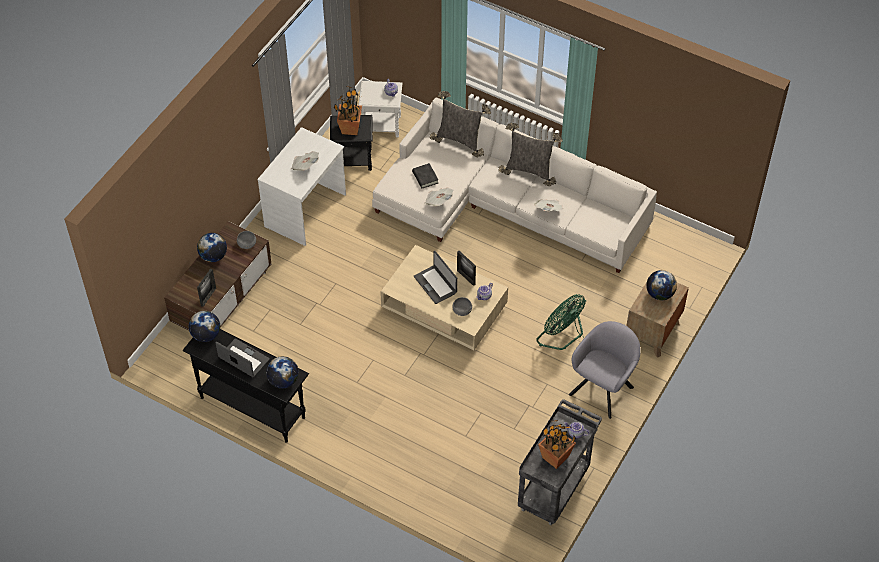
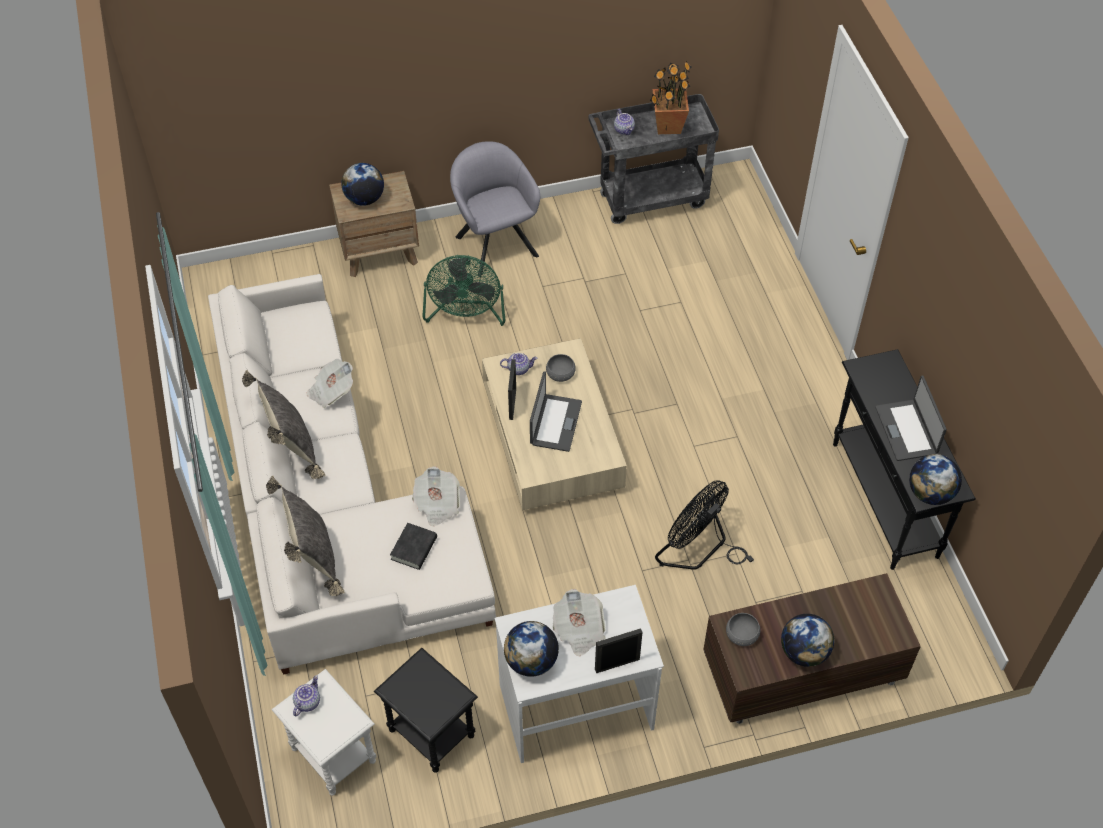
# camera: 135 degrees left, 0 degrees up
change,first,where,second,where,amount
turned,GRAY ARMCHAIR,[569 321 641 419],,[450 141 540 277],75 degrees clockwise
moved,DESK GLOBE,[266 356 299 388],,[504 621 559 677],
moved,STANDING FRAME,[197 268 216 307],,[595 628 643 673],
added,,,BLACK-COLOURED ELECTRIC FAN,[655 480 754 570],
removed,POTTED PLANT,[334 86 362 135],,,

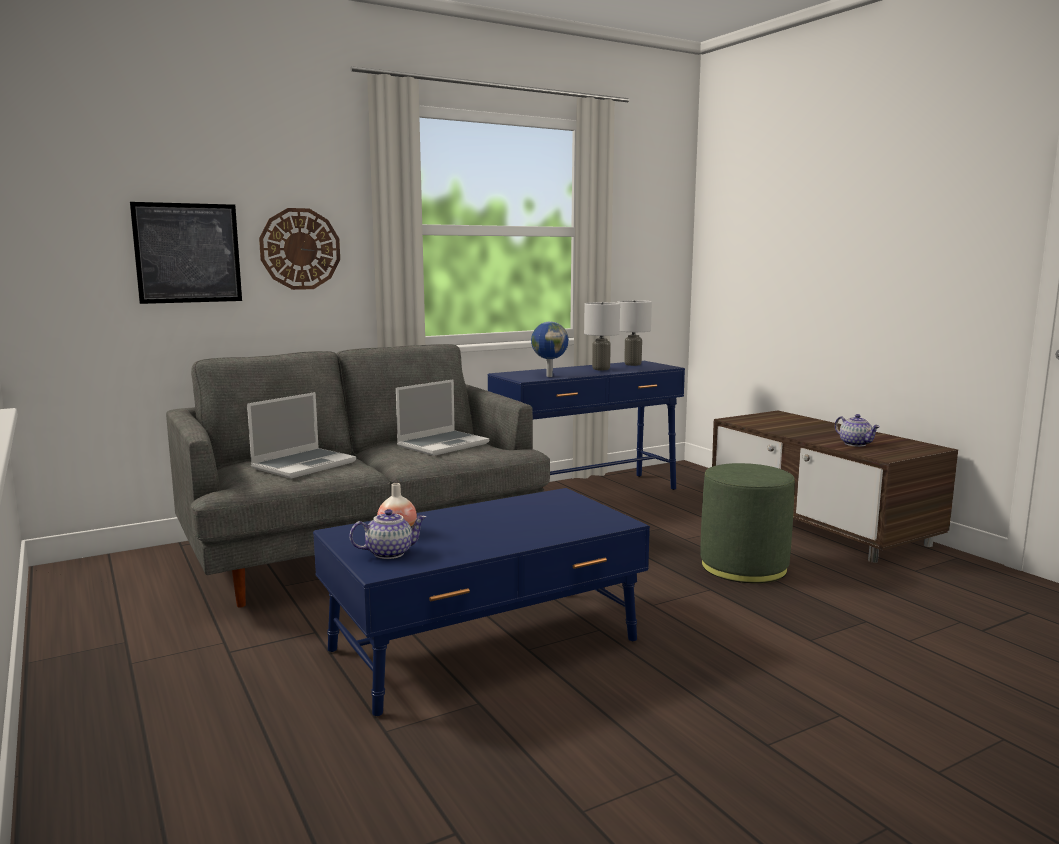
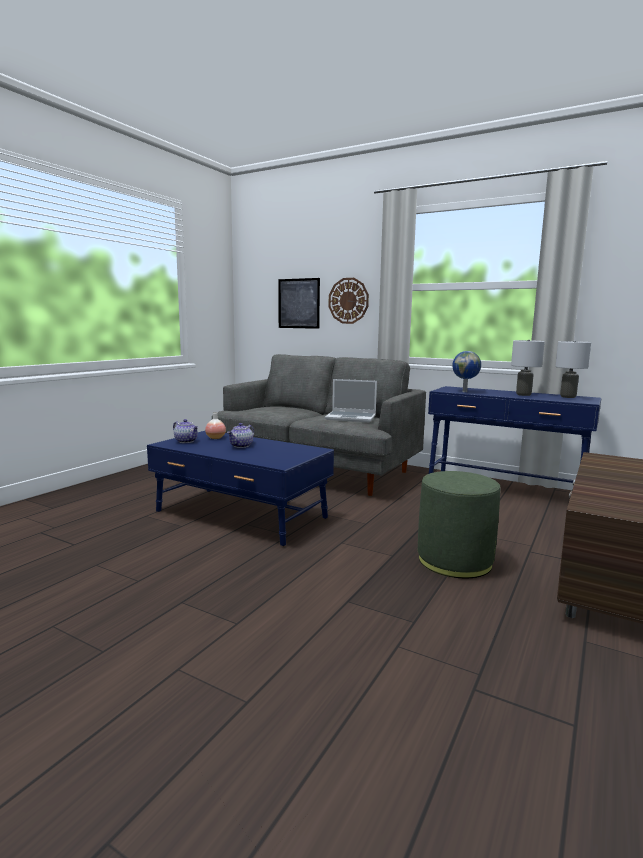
# camera: 60 degrees right, 0 degrees up
change,first,where,second,where,amount
moved,TEAPOT,[835 414 880 447],,[227 423 254 448],
removed,LAPTOP,[247 392 356 479],,,

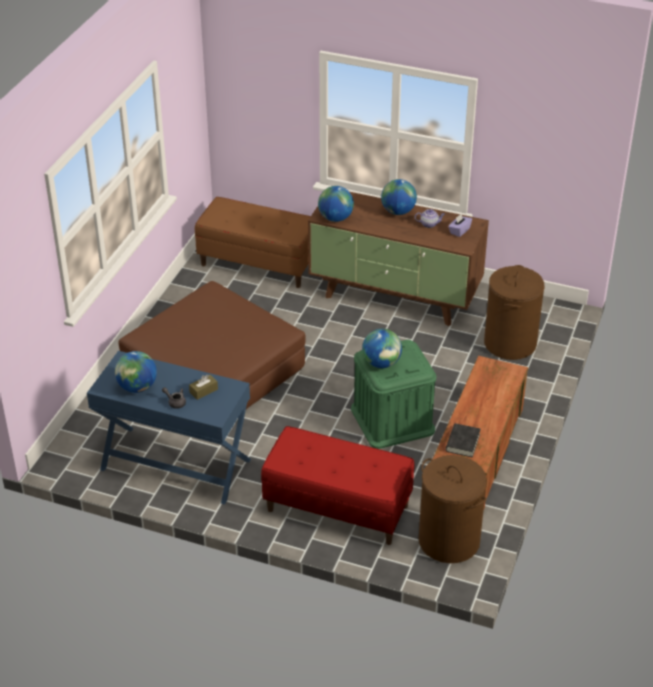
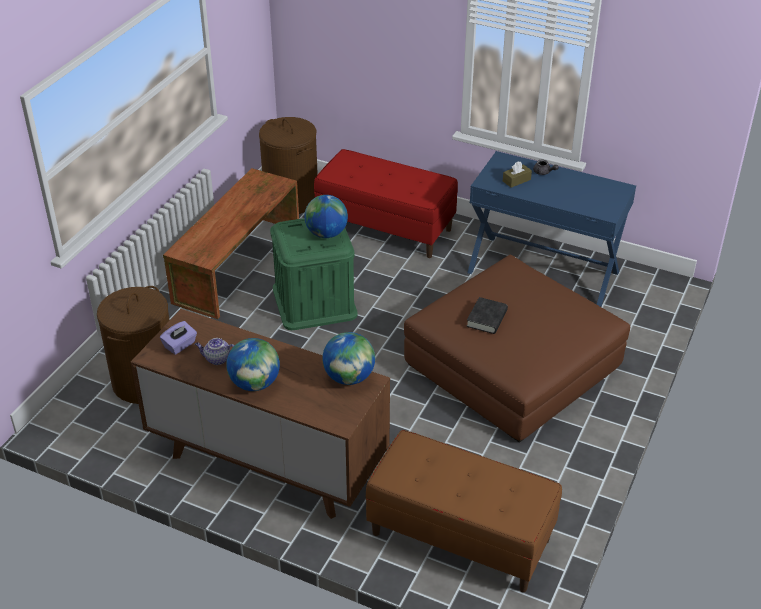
# camera: 175 degrees left, 0 degrees up
change,first,where,second,where,amount
moved,BLACK-COLOURED BOOK,[446 423 481 457],,[466 297 508 334],
removed,DESK GLOBE,[115 351 157 393],,,

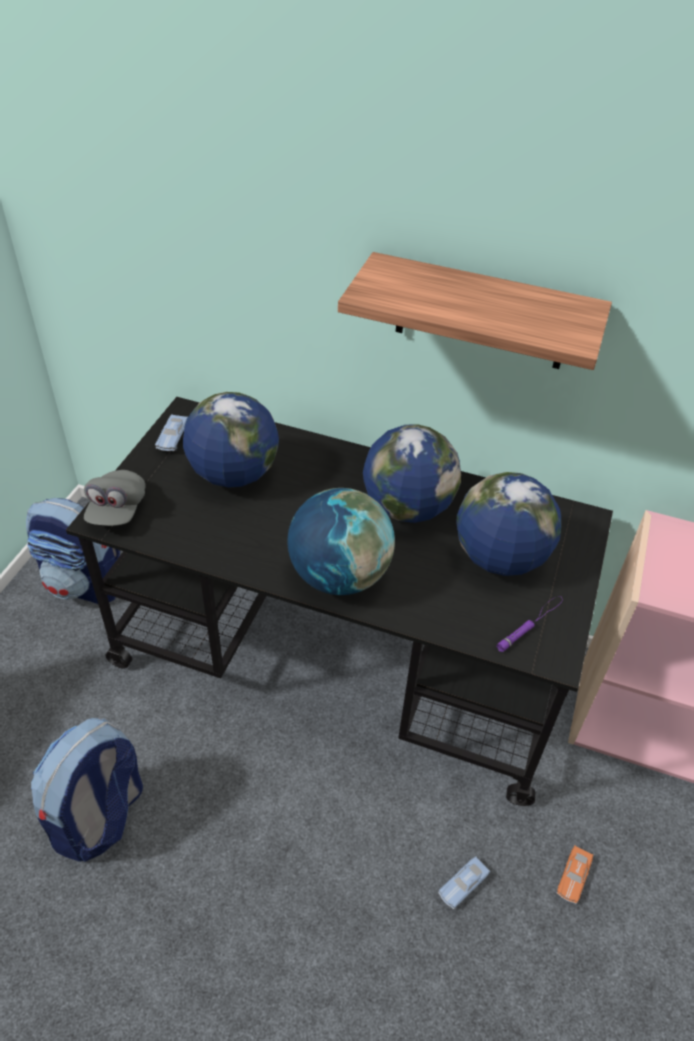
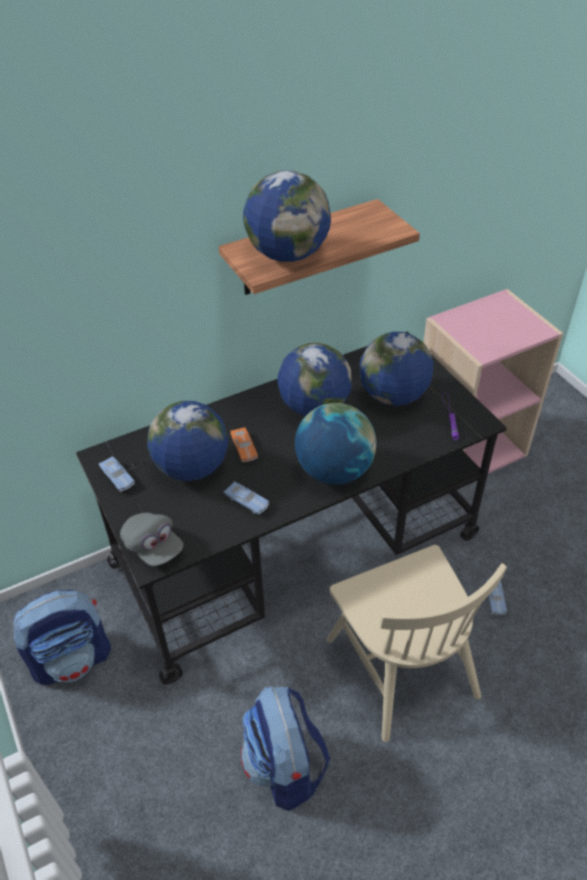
# camera: 45 degrees left, 0 degrees up
change,first,where,second,where,amount
added,,,BLUE-COLOURED TOY CAR,[223 482 269 515],
moved,ORANGE TOY CAR,[557 845 593 904],,[230 427 258 462],
added,,,DESK GLOBE,[243 170 331 262],
added,,,SAND-COLOURED UPRIGHT CHAIR,[327 545 507 742],

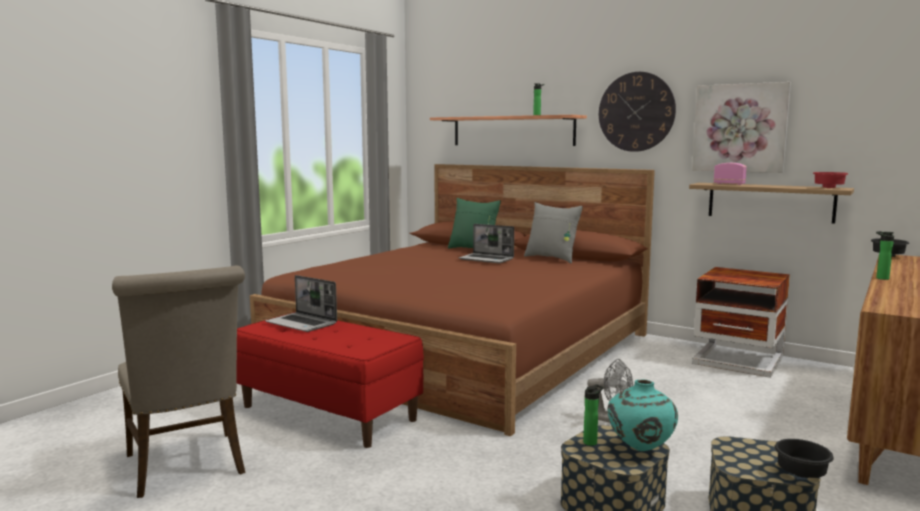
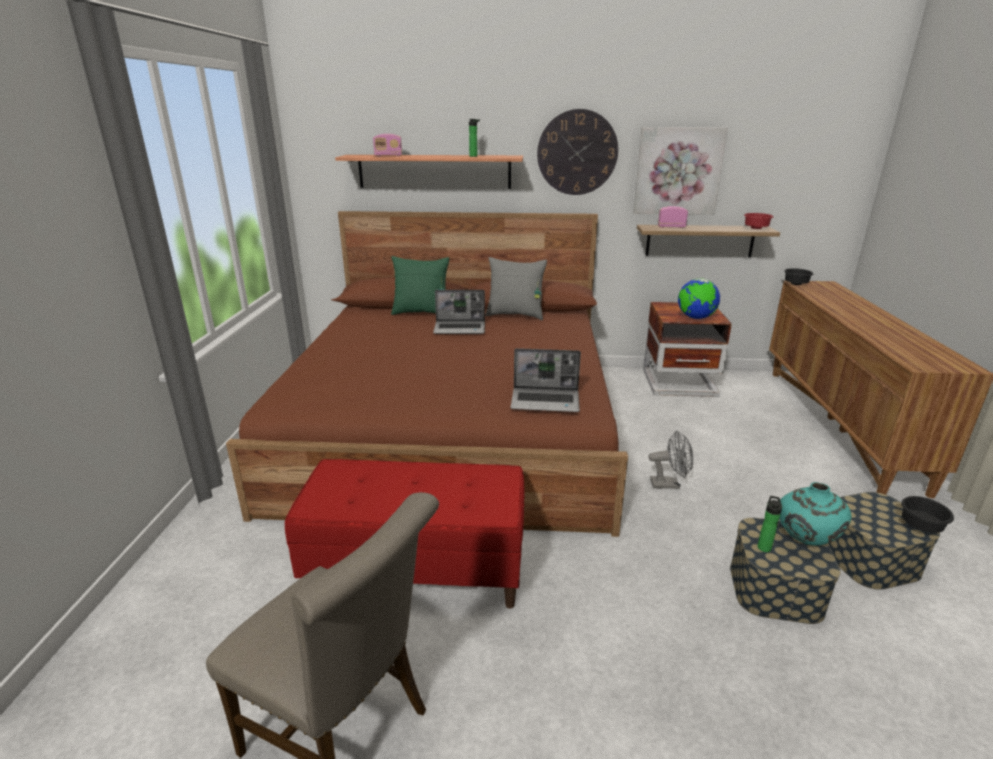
# camera: 30 degrees left, 15 degrees up
change,first,where,second,where,amount
added,,,RADIO RECEIVER,[373 134 402 157],
moved,LAPTOP,[265 275 337 332],,[511 348 581 412],
added,,,DESK GLOBE,[678 278 720 319],
removed,BOTTLE,[876 231 894 280],,,

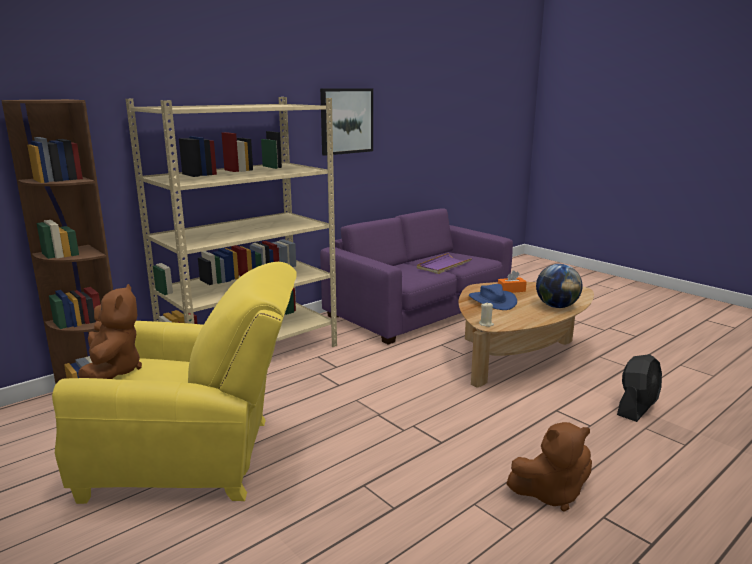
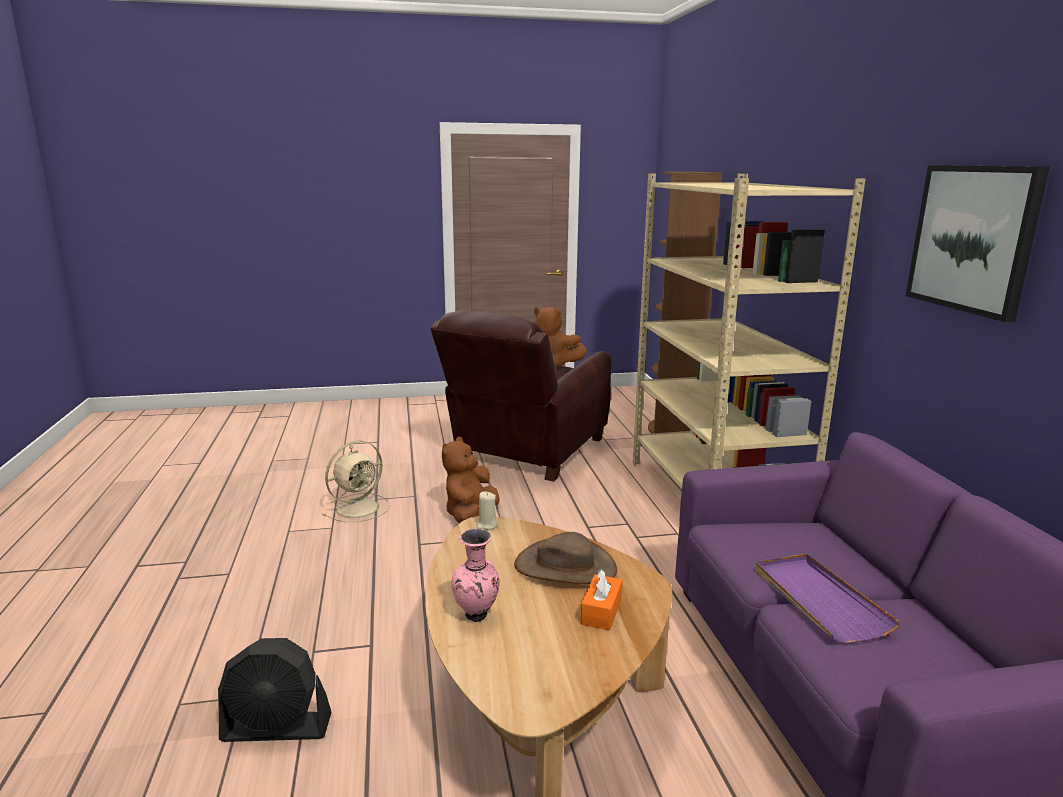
# camera: 120 degrees right, 0 degrees up
change,first,where,second,where,amount
turned,BLACK-COLOURED ELECTRIC FAN,[617 354 662 422],,[218 638 332 742],75 degrees counterclockwise
added,,,SAND-COLOURED ELECTRIC FAN,[322 440 390 522],
recoloured,YELLOW ARMCHAIR,[52 262 296 504],BROWN-COLOURED ARMCHAIR,[430 311 612 482],
moved,BROWN-COLOURED CUDDLY TOY,[506 422 592 512],,[442 437 500 523],
replaced,DESK GLOBE,[536 264 583 308],PINKISH DECORATIVE VASE,[451 529 500 622],
recoloured,BLUE-COLOURED HAT,[469 284 517 310],BROWN-COLOURED HAT,[514 532 617 584],

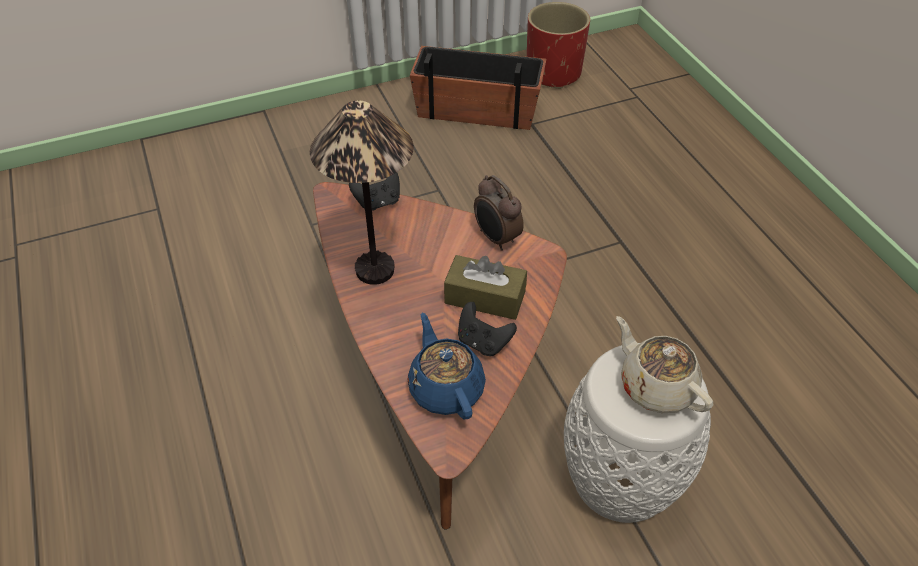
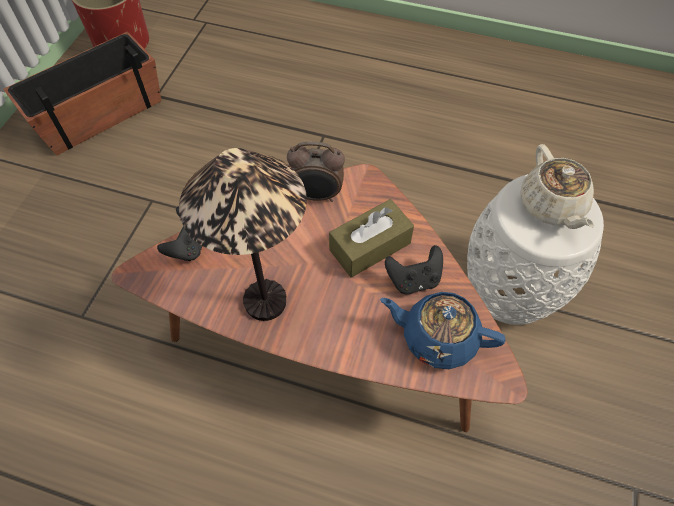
# camera: 50 degrees left, 10 degrees up
change,first,where,second,where,amount
turned,SAND-COLOURED TEAPOT,[616 316 713 413],,[520 144 594 229],105 degrees counterclockwise

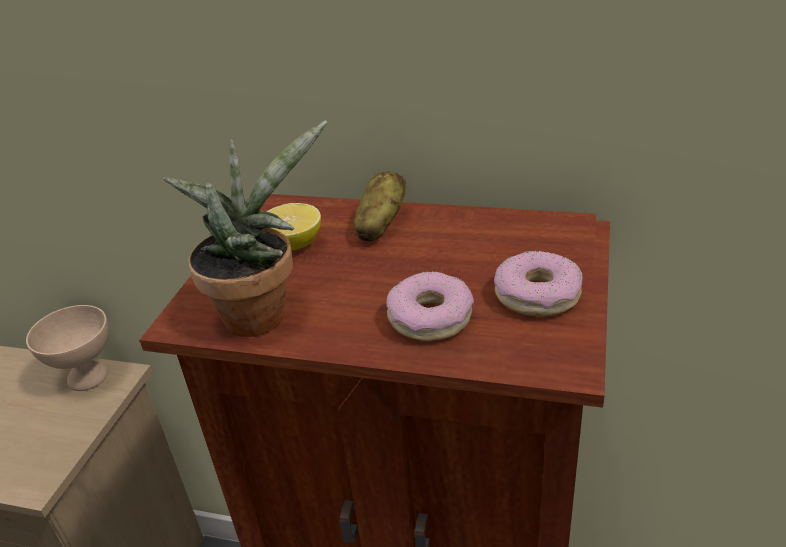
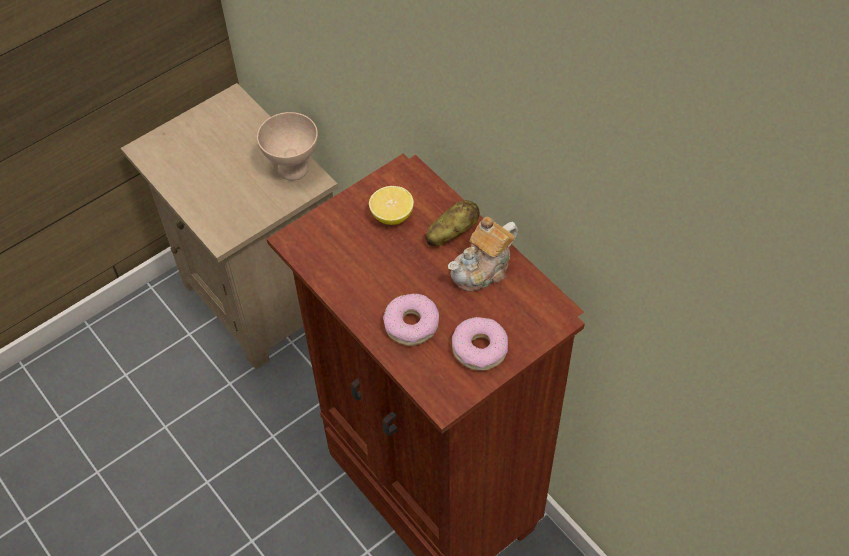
# camera: 35 degrees right, 20 degrees up
change,first,where,second,where,amount
added,,,TEAPOT,[448 217 518 292],
removed,POTTED PLANT,[163 121 327 337],,,

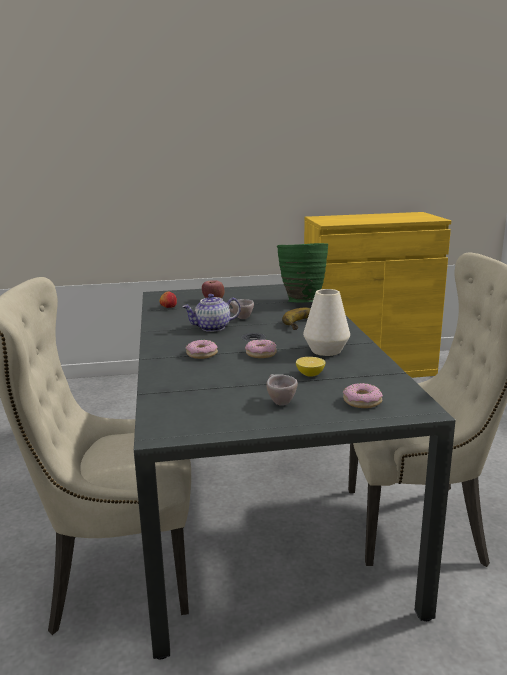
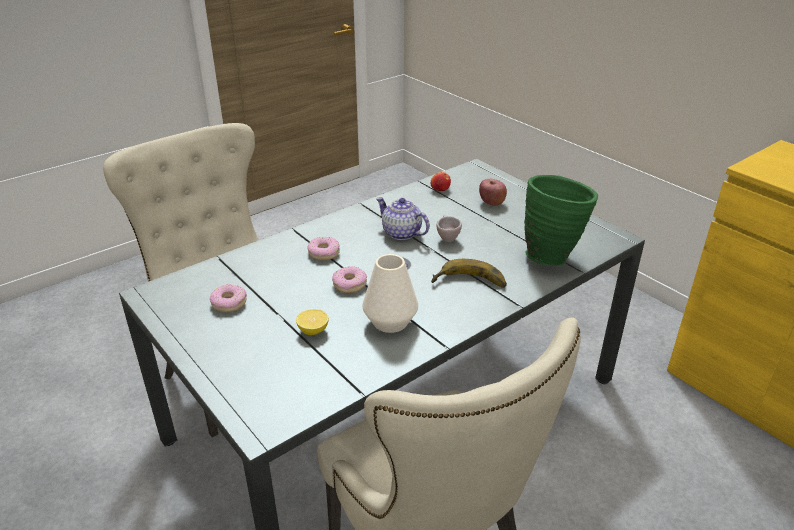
# camera: 60 degrees right, 15 degrees up
change,first,where,second,where,amount
moved,RING DOUGHNUT,[343 383 383 408],,[210 284 247 312],
removed,SAND-COLOURED DRINKING CUP,[266 374 298 406],,,

